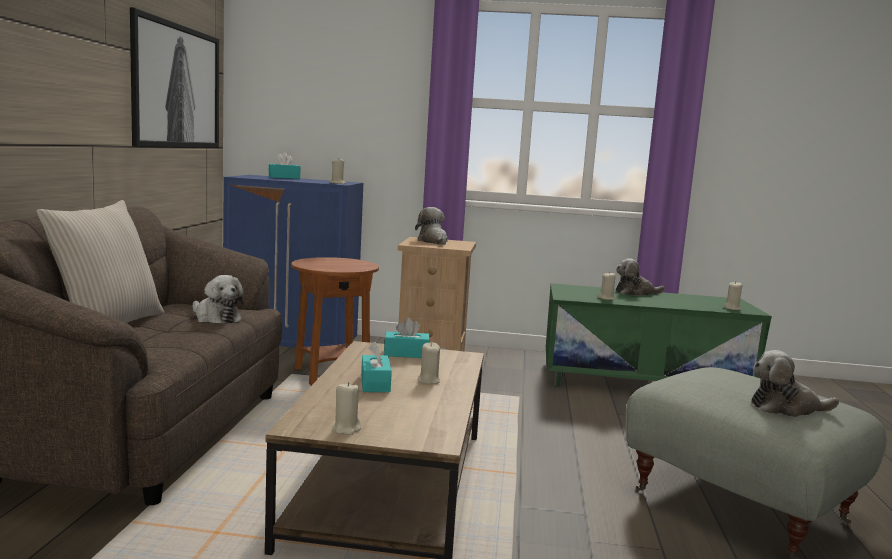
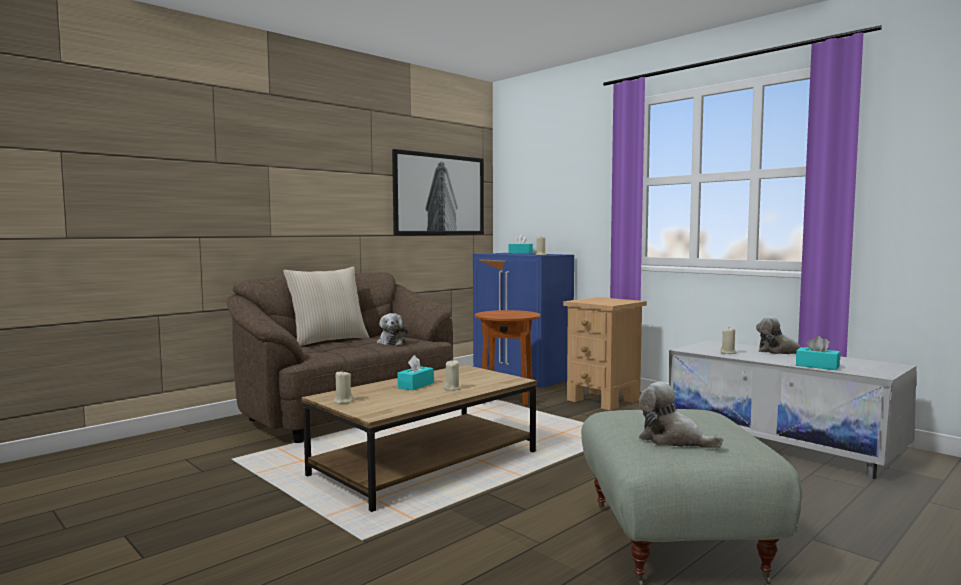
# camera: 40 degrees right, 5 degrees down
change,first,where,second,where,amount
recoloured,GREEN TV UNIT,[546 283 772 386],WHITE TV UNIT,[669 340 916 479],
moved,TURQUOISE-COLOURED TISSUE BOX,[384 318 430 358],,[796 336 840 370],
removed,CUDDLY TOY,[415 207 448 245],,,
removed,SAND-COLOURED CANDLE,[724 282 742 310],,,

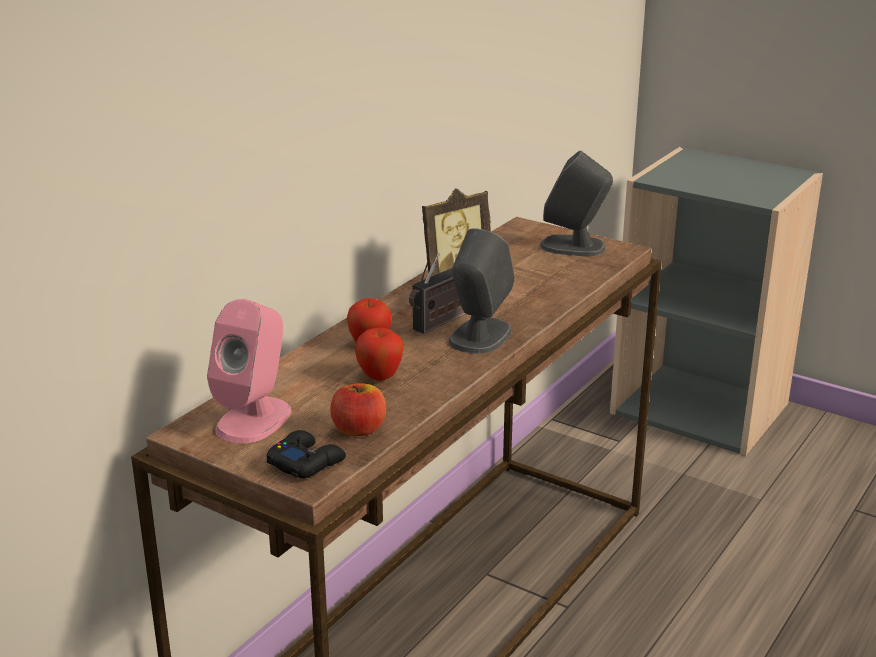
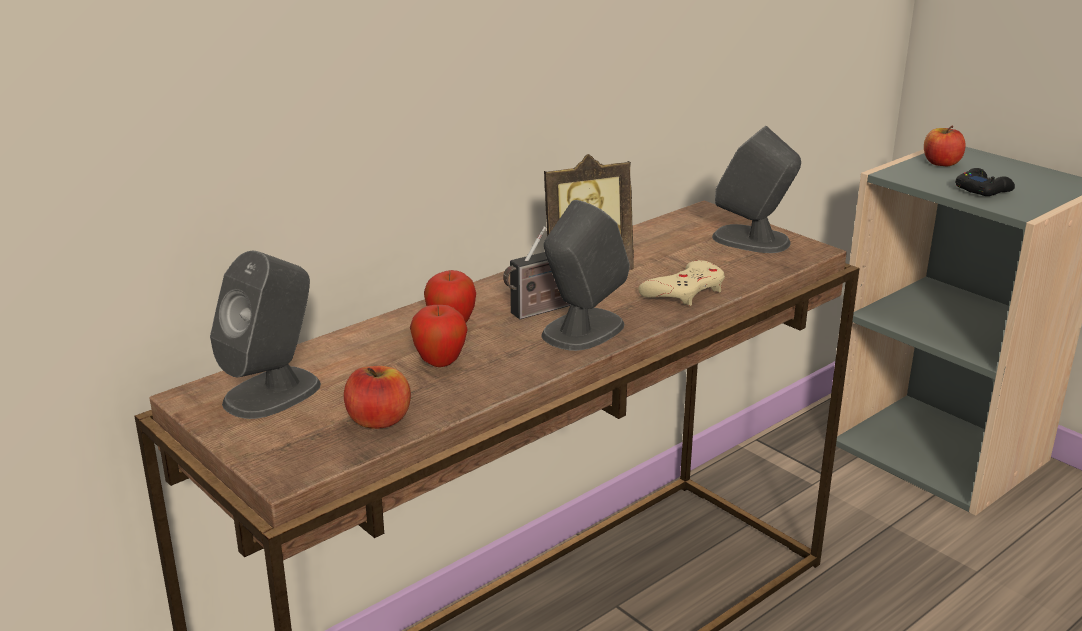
# camera: 15 degrees right, 0 degrees up
change,first,where,second,where,amount
recoloured,PINKISH LOUDSPEAKER,[207 299 292 444],GRAY LOUDSPEAKER,[210 251 321 419],
added,,,SAND-COLOURED GAME CONTROLLER,[638 260 725 306],
added,,,WHOLE APPLE,[924 126 966 166],
moved,BLACK-COLOURED GAME CONTROLLER,[266 430 346 479],,[955 168 1015 196],

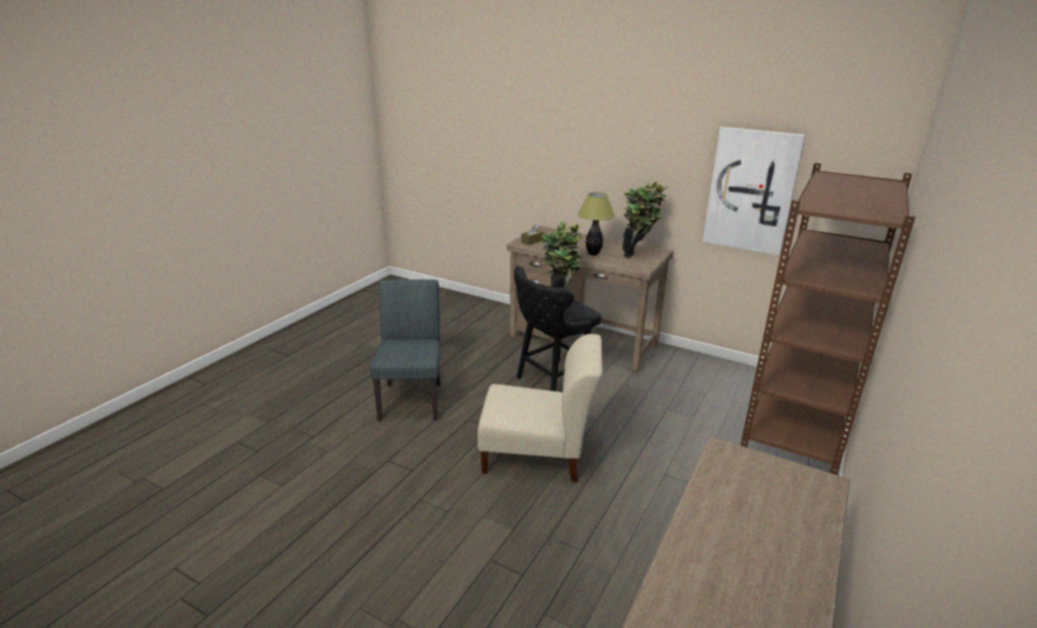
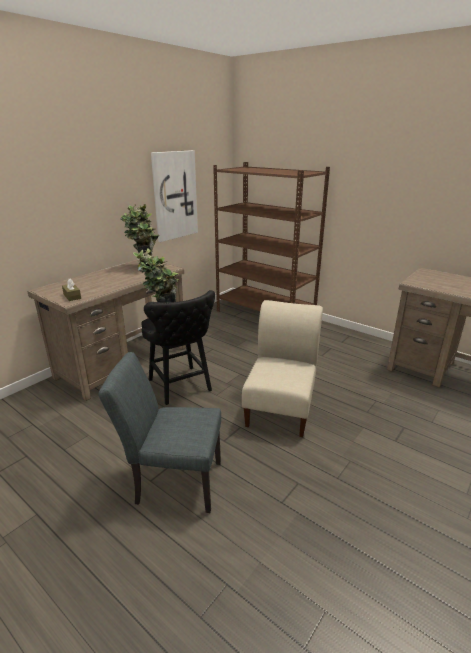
# camera: 80 degrees left, 0 degrees up
change,first,where,second,where,amount
removed,TABLETOP LAMP,[578 192 615 255],,,

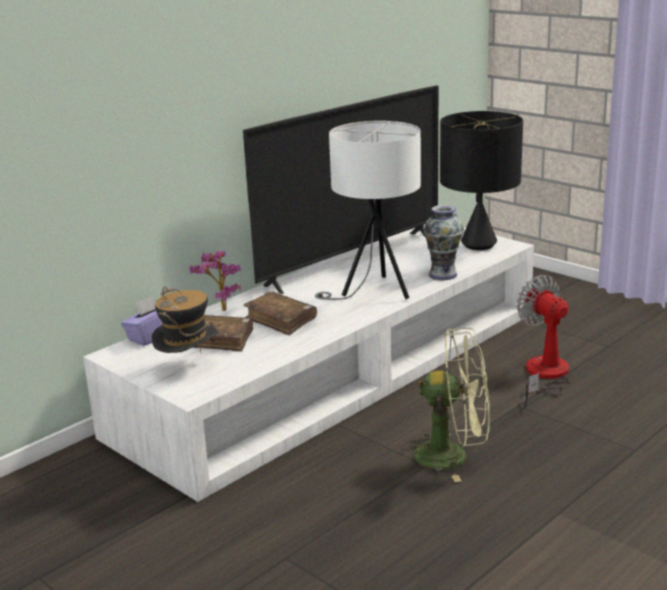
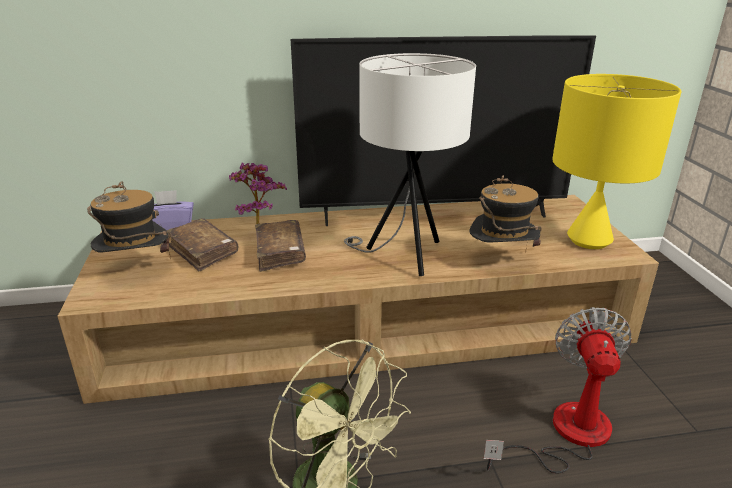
# camera: 35 degrees right, 5 degrees up
change,first,where,second,where,amount
recoloured,WHITE TV UNIT,[83 224 534 502],BROWN-COLOURED TV UNIT,[57 195 659 404],
replaced,DECORATIVE VASE,[424 205 464 280],HAT,[469 175 542 254],
recoloured,BLACK-COLOURED TABLETOP LAMP,[440 111 523 250],YELLOW TABLETOP LAMP,[552 74 682 249],

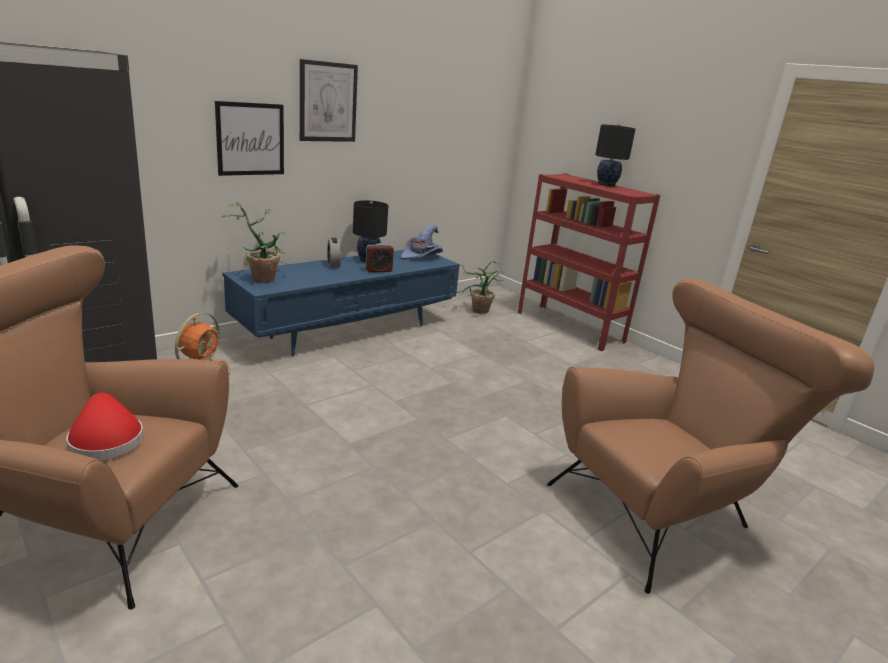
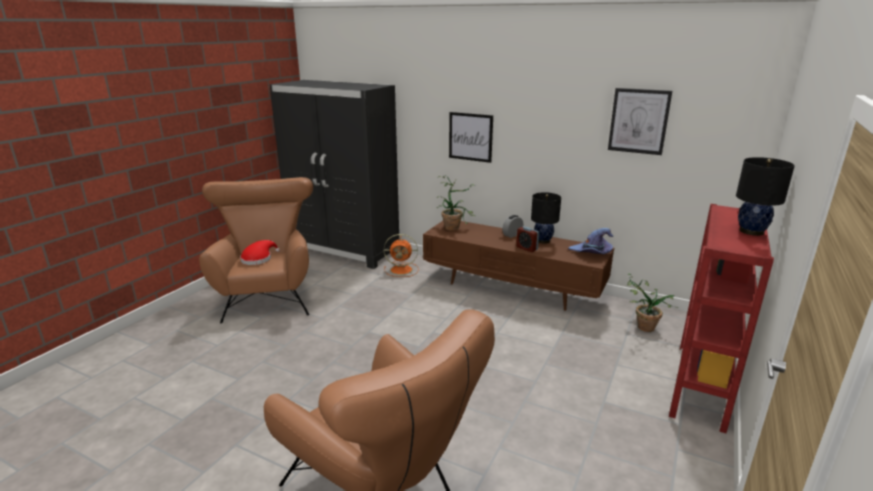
# camera: 70 degrees right, 0 degrees up
change,first,where,second,where,amount
recoloured,BLUE-COLOURED TV UNIT,[222 250 460 356],BROWN-COLOURED TV UNIT,[423 221 614 311],
moved,WALL ART,[300 59 358 142],,[608 88 672 155],

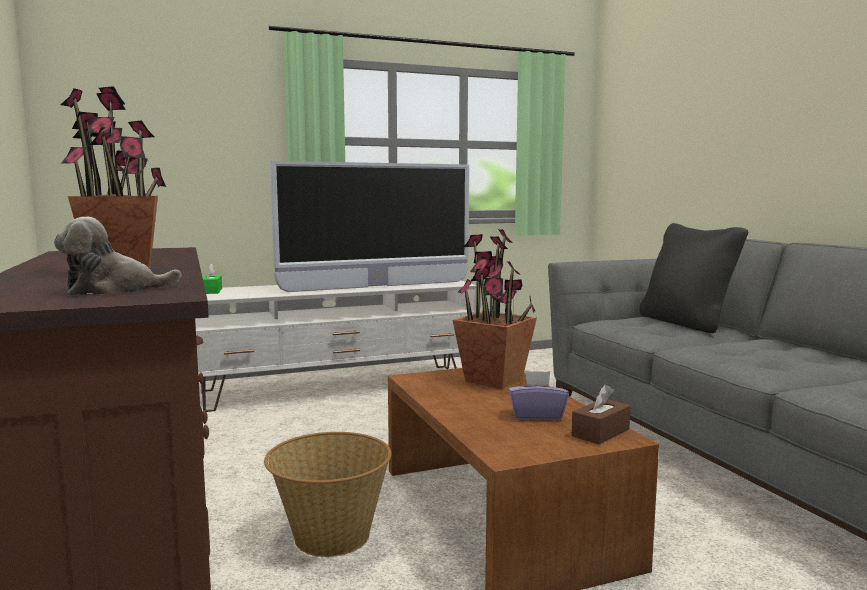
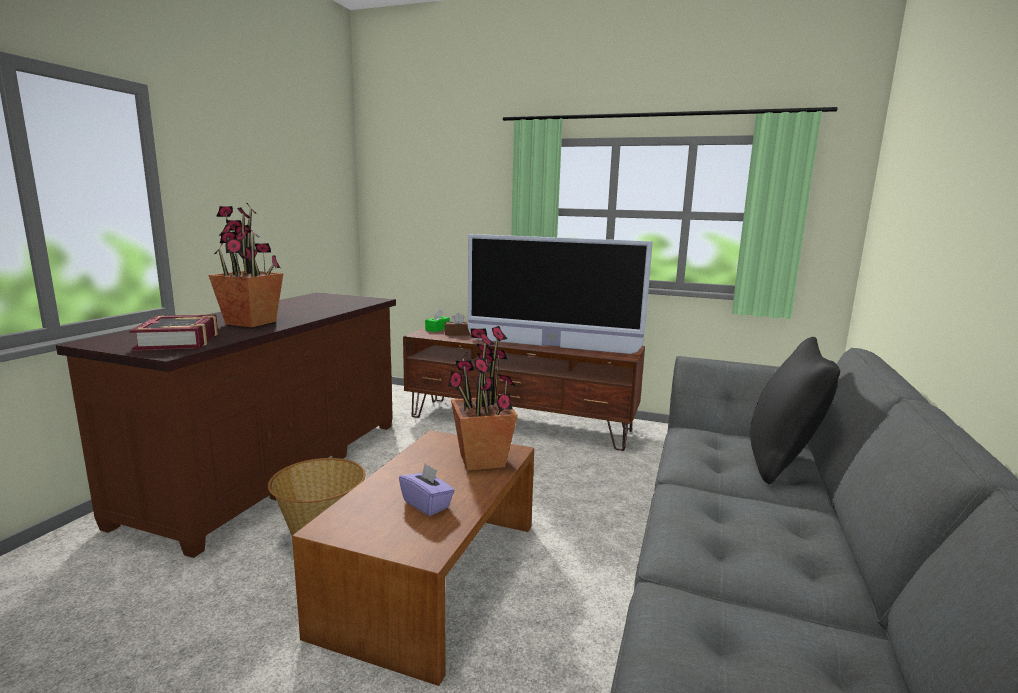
# camera: 40 degrees right, 5 degrees up
change,first,where,second,where,amount
replaced,CUDDLY TOY,[54 217 182 296],BOOK,[129 314 218 350],
recoloured,WHITE TV UNIT,[195 280 477 412],BROWN-COLOURED TV UNIT,[403 328 645 451],
moved,BROWN-COLOURED TISSUE BOX,[572 385 630 444],,[445 313 471 336],

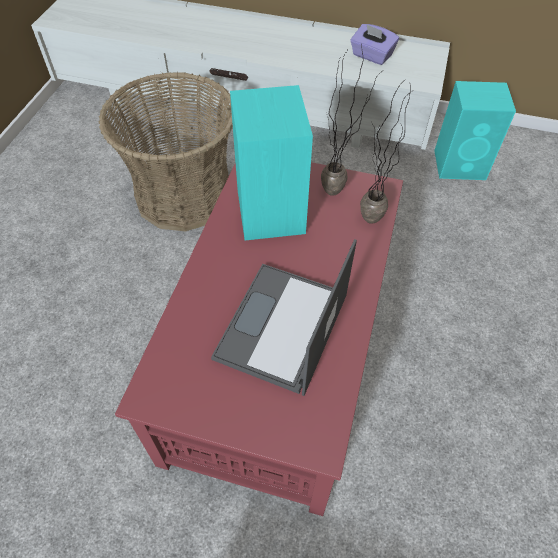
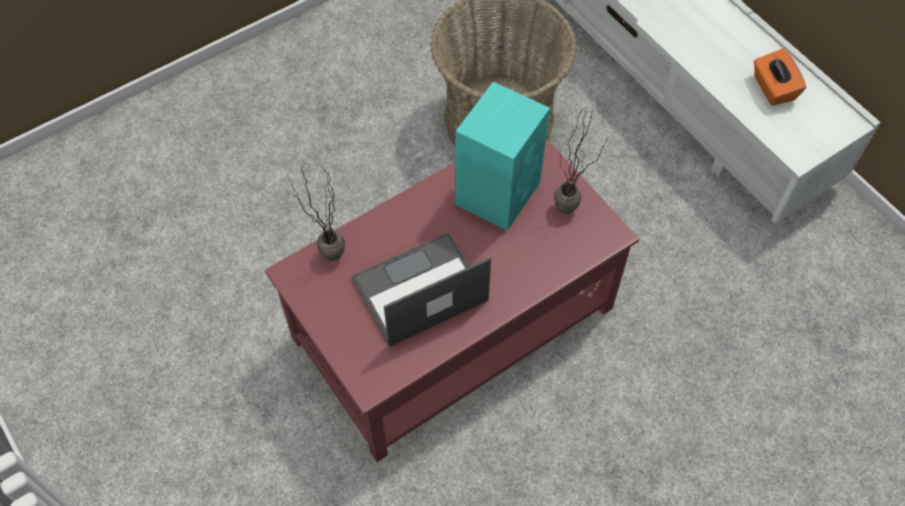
# camera: 40 degrees right, 5 degrees up
change,first,where,second,where,amount
moved,POTTED PLANT,[360 82 412 224],,[287 162 345 261],
recoloured,PURPLE TISSUE BOX,[350 24 399 65],ORANGE TISSUE BOX,[754 49 806 106],
removed,TURQUOISE-COLOURED LOUDSPEAKER,[434 81 516 180],,,

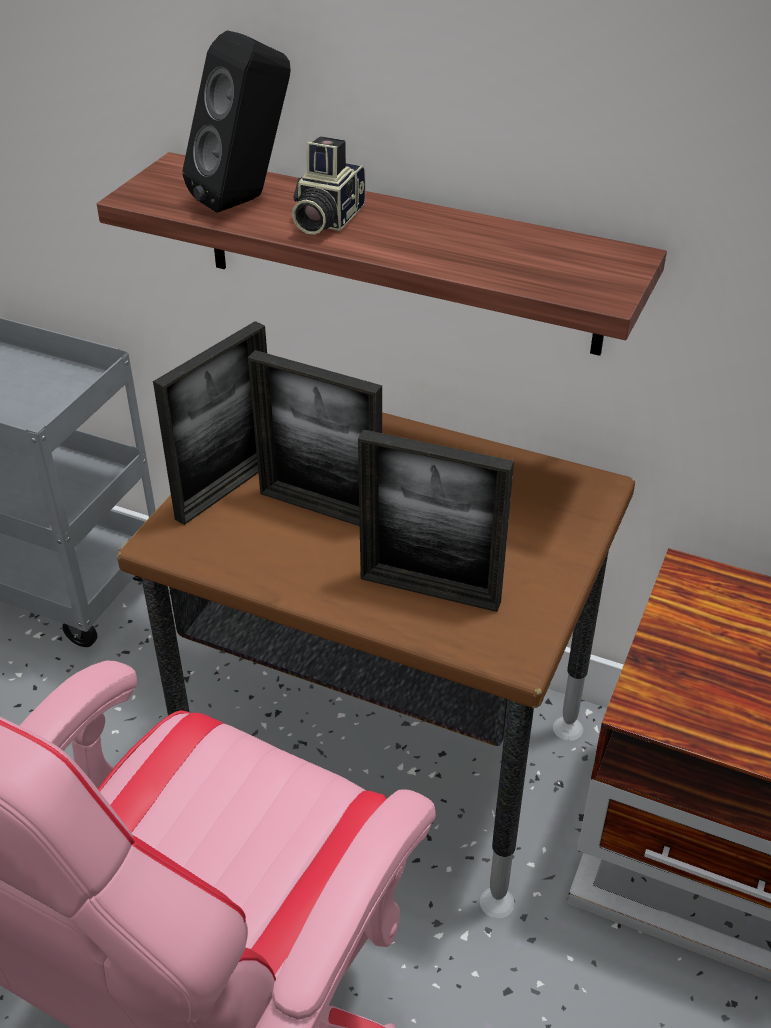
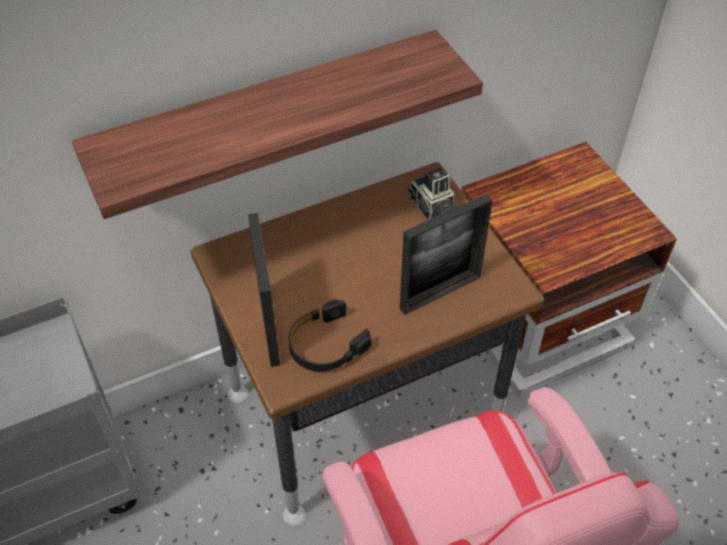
# camera: 50 degrees left, 10 degrees up
change,first,where,second,where,amount
added,,,BLACK-COLOURED HEADPHONES,[289 300 372 372],
moved,STILL CAMERA,[292 136 366 235],,[408 167 456 220],
removed,BLACK-COLOURED LOUDSPEAKER,[183 30 291 213],,,
removed,STANDING FRAME,[248 350 382 526],,,

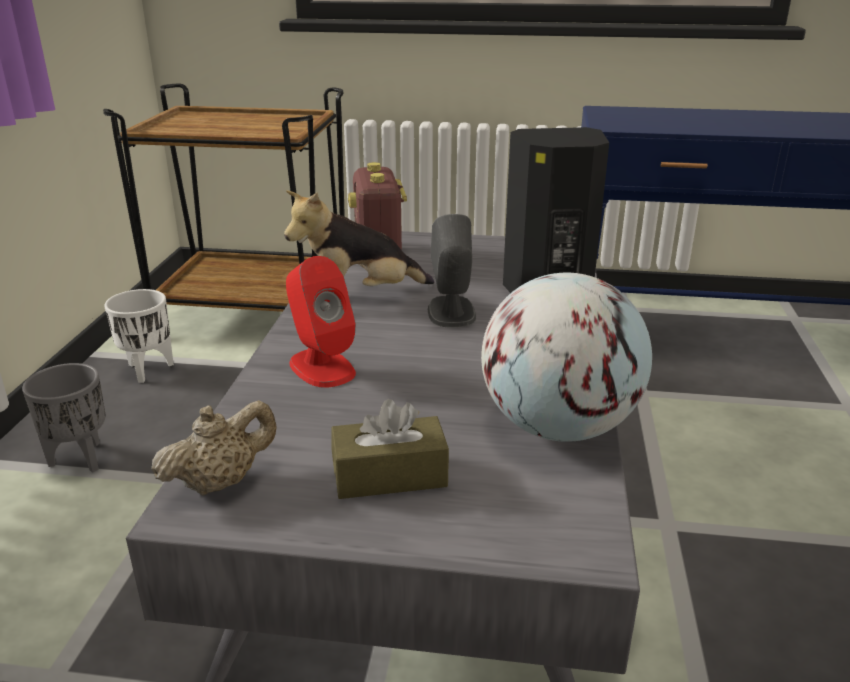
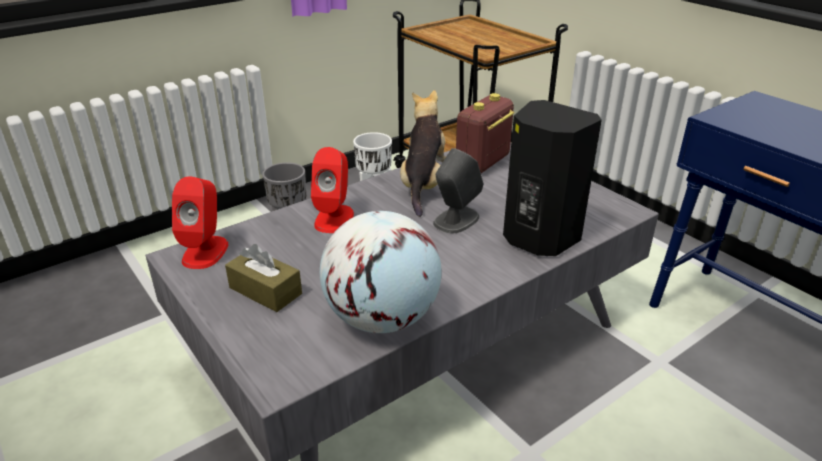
# camera: 45 degrees right, 5 degrees up
change,first,where,second,where,amount
replaced,SAND-COLOURED TEAPOT,[151 400 277 496],RED LOUDSPEAKER,[172 177 228 269],
turned,CUDDLY TOY,[284 190 435 286],,[400 90 446 217],75 degrees clockwise

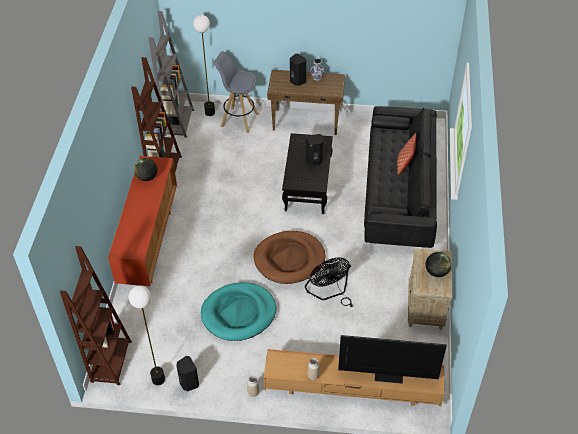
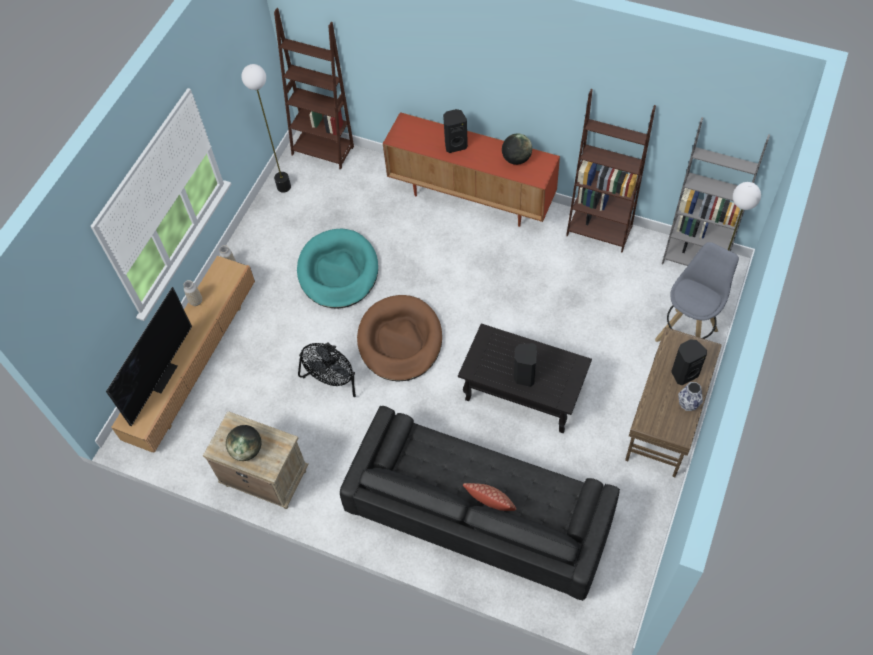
# camera: 110 degrees right, 10 degrees up
change,first,where,second,where,amount
turned,BLACK-COLOURED ELECTRIC FAN,[305 257 353 307],,[298 342 356 397],120 degrees clockwise
moved,BLACK-COLOURED LOUDSPEAKER,[176 356 199 392],,[443 109 468 153],

